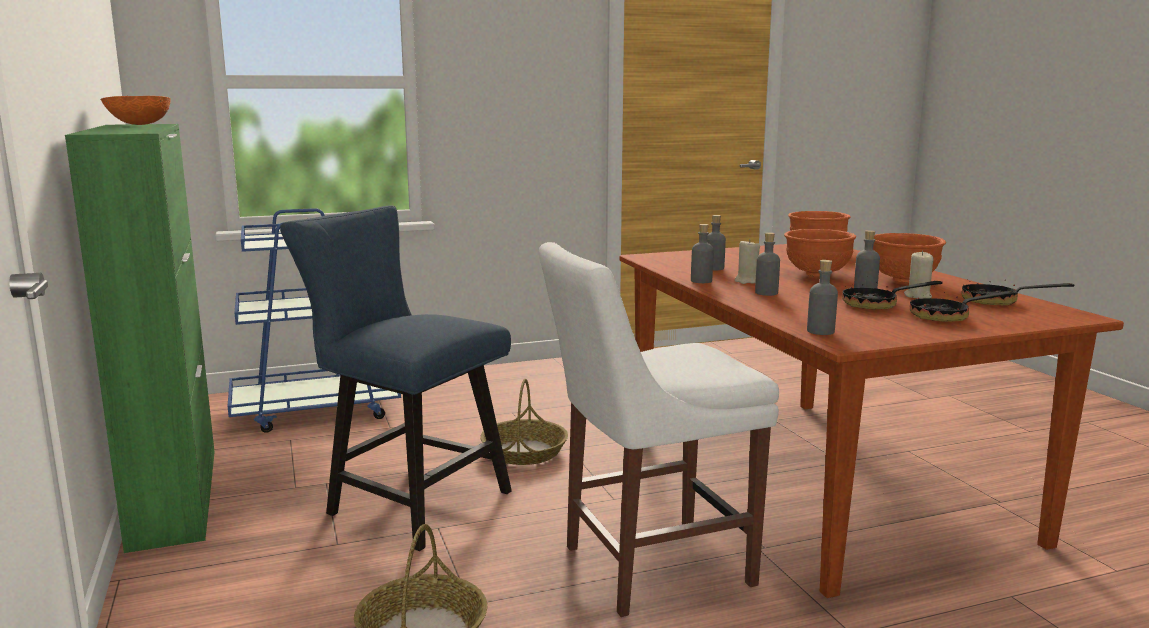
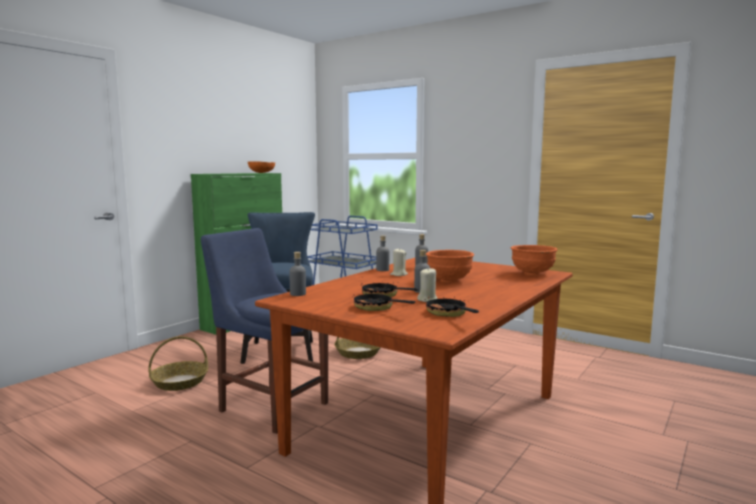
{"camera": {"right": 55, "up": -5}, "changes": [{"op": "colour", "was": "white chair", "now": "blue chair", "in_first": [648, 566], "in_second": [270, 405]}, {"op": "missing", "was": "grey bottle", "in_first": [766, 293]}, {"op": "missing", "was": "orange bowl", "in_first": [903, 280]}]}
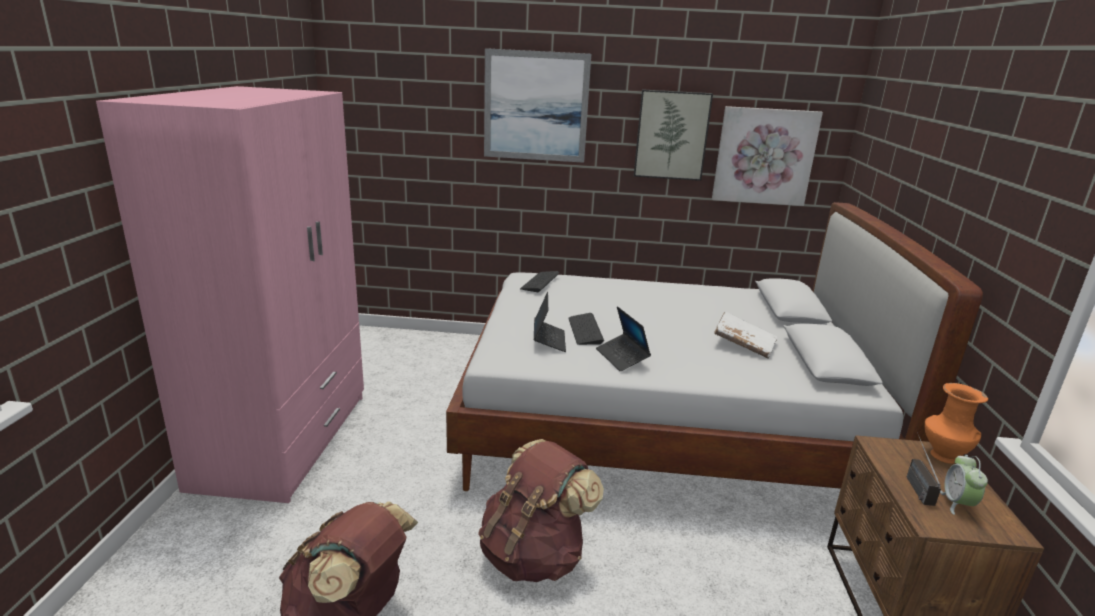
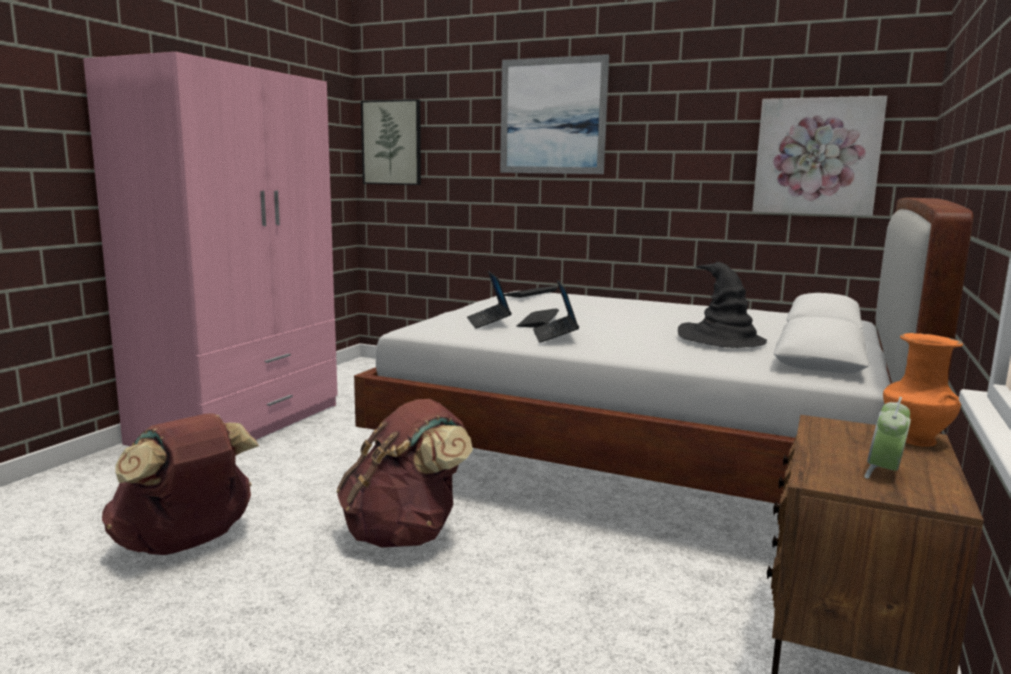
{"camera": {"right": 20, "up": -10}, "changes": [{"op": "spun", "was": "laptop", "in_first": [549, 340], "in_second": [488, 322], "clockwise": 150}, {"op": "relocated", "was": "picture", "in_first": [671, 135], "in_second": [392, 143]}, {"op": "exchanged", "was": "white book", "now": "black hat", "in_first": [743, 344], "in_second": [722, 340]}, {"op": "missing", "was": "radio", "in_first": [914, 483]}]}
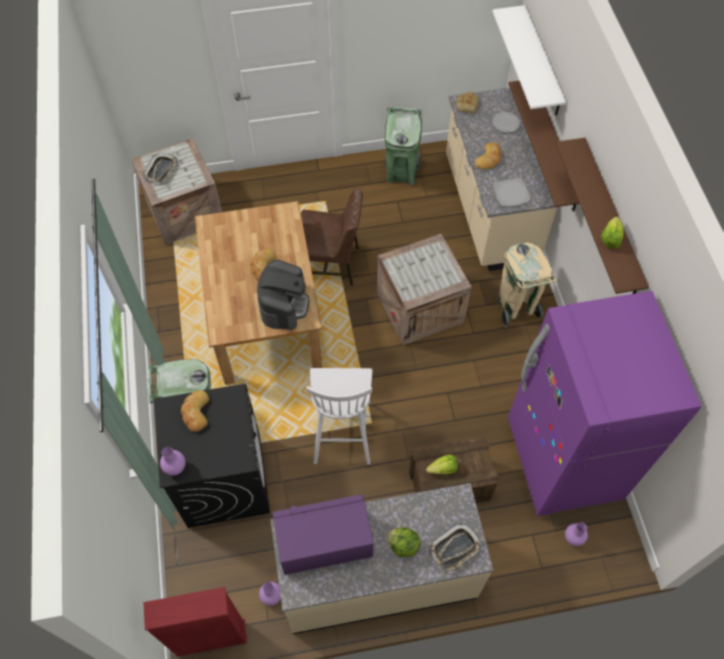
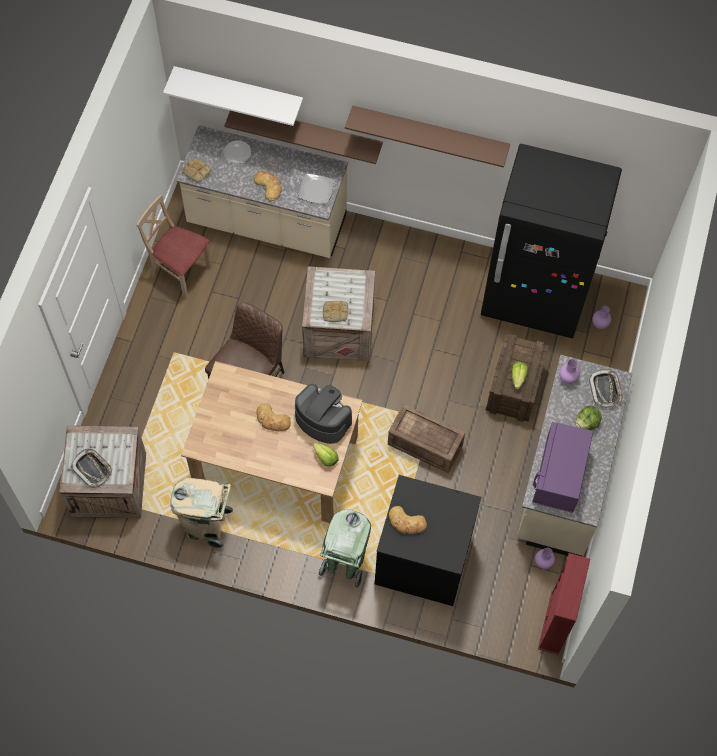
{"camera": {"right": -65, "up": 5}, "changes": [{"op": "relocated", "was": "purple vase", "in_first": [175, 467], "in_second": [567, 378]}, {"op": "exchanged", "was": "white stool", "now": "crate", "in_first": [342, 430], "in_second": [425, 446]}, {"op": "exchanged", "was": "green trash can", "now": "beige chair", "in_first": [401, 173], "in_second": [180, 272]}, {"op": "relocated", "was": "beige trash can", "in_first": [516, 306], "in_second": [207, 525]}, {"op": "colour", "was": "purple fridge", "now": "black fridge", "in_first": [562, 460], "in_second": [534, 296]}, {"op": "relocated", "was": "lettuce", "in_first": [610, 239], "in_second": [325, 458]}, {"op": "appeared", "now": "bread", "in_second": [335, 313]}]}
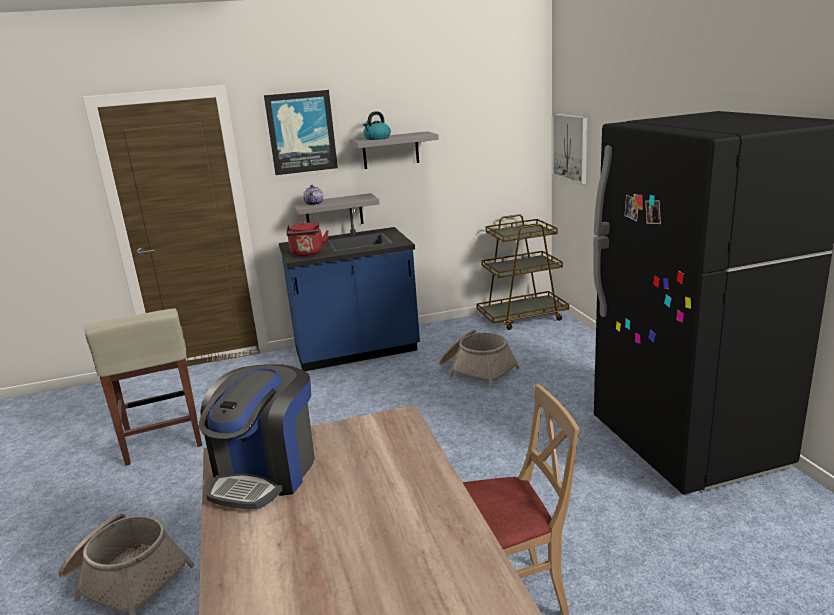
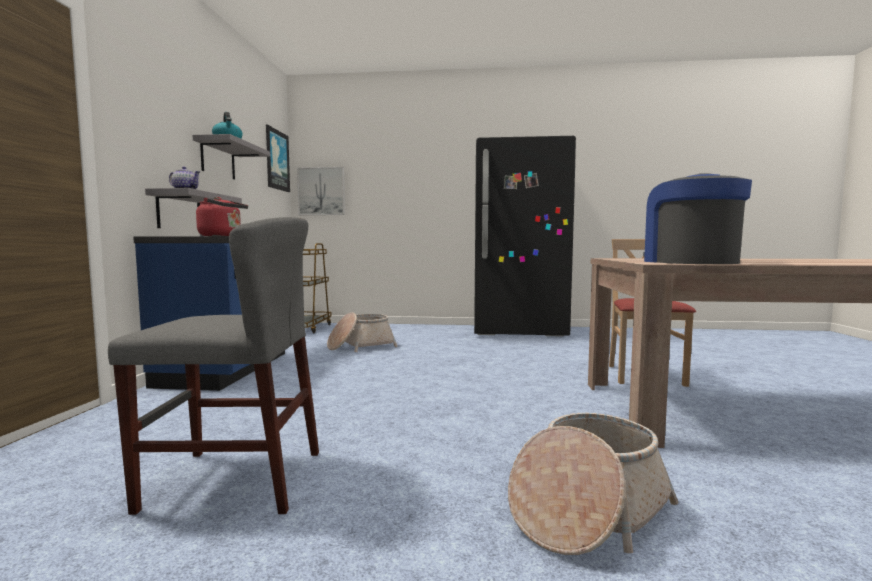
{"camera": {"right": -70, "up": -15}, "changes": [{"op": "exchanged", "was": "beige stool", "now": "grey chair", "in_first": [163, 440], "in_second": [235, 480]}, {"op": "spun", "was": "coffee machine", "in_first": [266, 473], "in_second": [689, 262], "clockwise": -135}, {"op": "relocated", "was": "picture", "in_first": [301, 132], "in_second": [277, 160]}]}
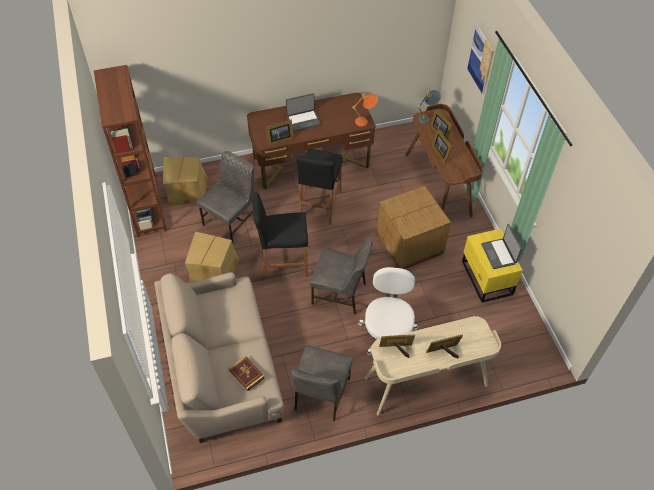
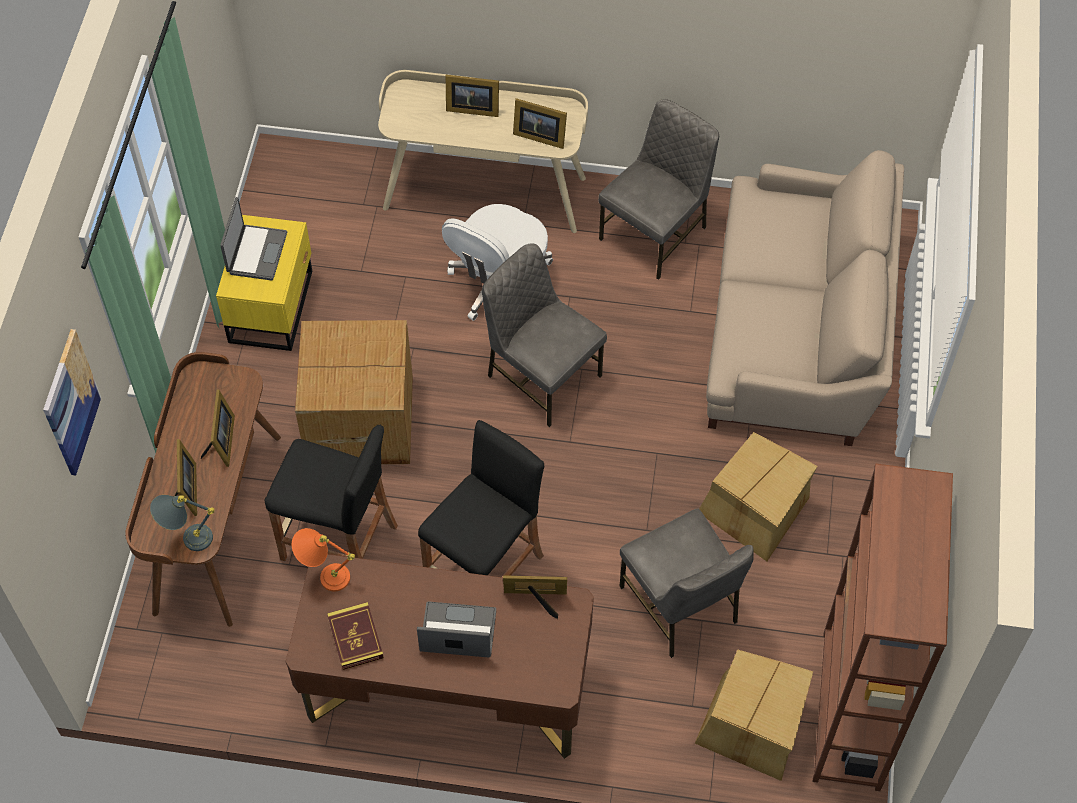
{"camera": {"right": -155, "up": 5}, "changes": [{"op": "spun", "was": "grey chair", "in_first": [232, 220], "in_second": [680, 605], "clockwise": -90}, {"op": "relocated", "was": "book", "in_first": [246, 374], "in_second": [355, 637]}, {"op": "relocated", "was": "black stool", "in_first": [283, 263], "in_second": [339, 542]}]}
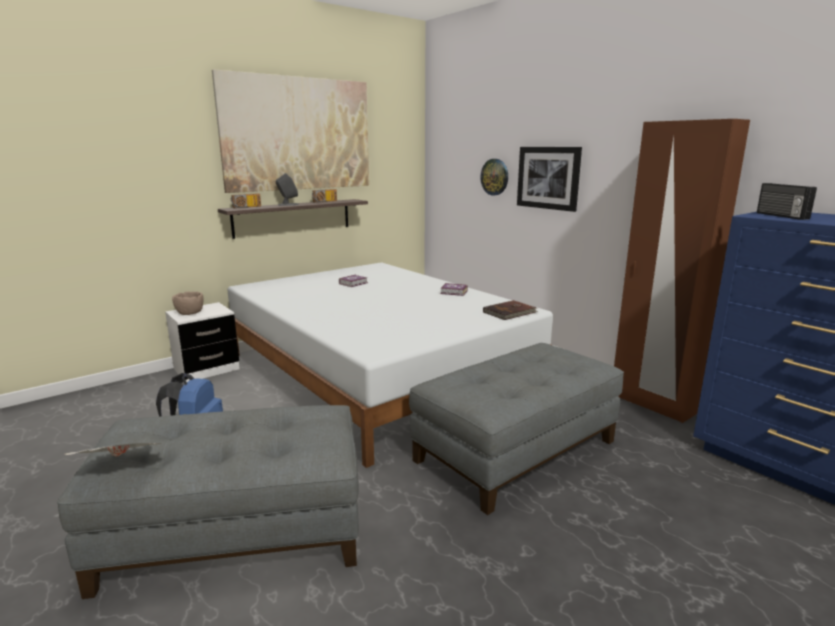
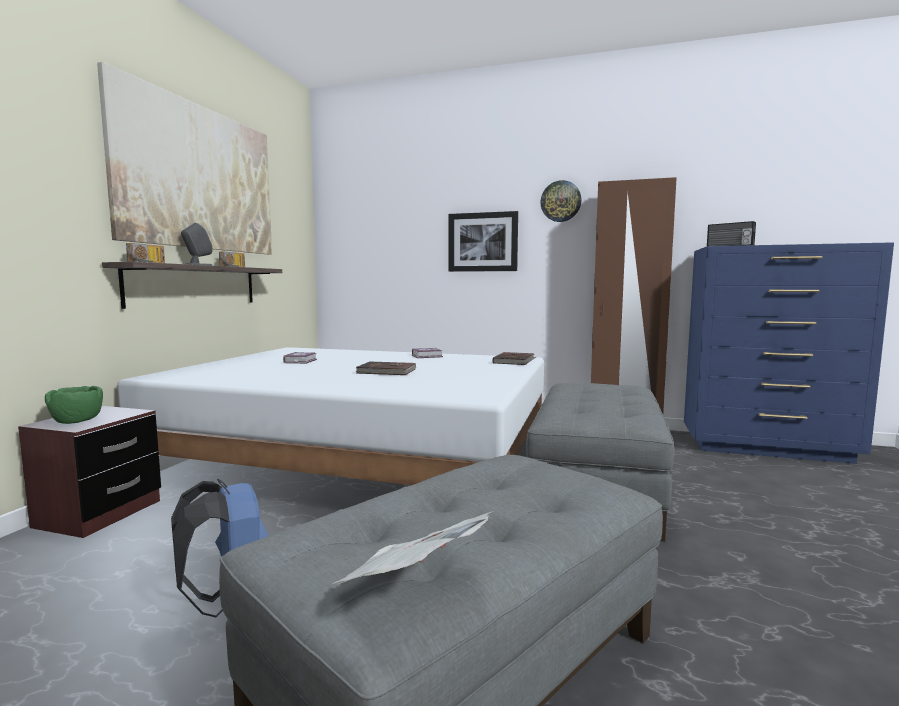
{"camera": {"right": -35, "up": -10}, "changes": [{"op": "colour", "was": "white nightstand", "now": "brown nightstand", "in_first": [206, 369], "in_second": [99, 514]}, {"op": "colour", "was": "brown bowl", "now": "green bowl", "in_first": [190, 313], "in_second": [77, 421]}, {"op": "relocated", "was": "wall clock", "in_first": [495, 177], "in_second": [560, 201]}, {"op": "appeared", "now": "brown book", "in_second": [386, 371]}]}
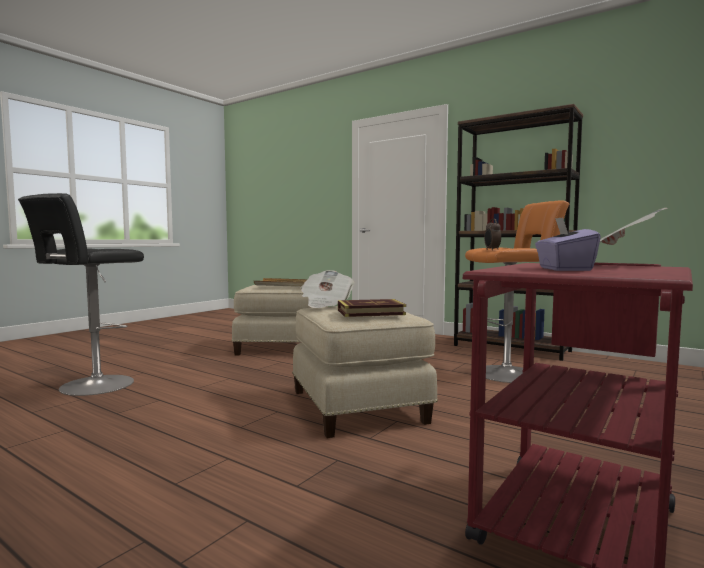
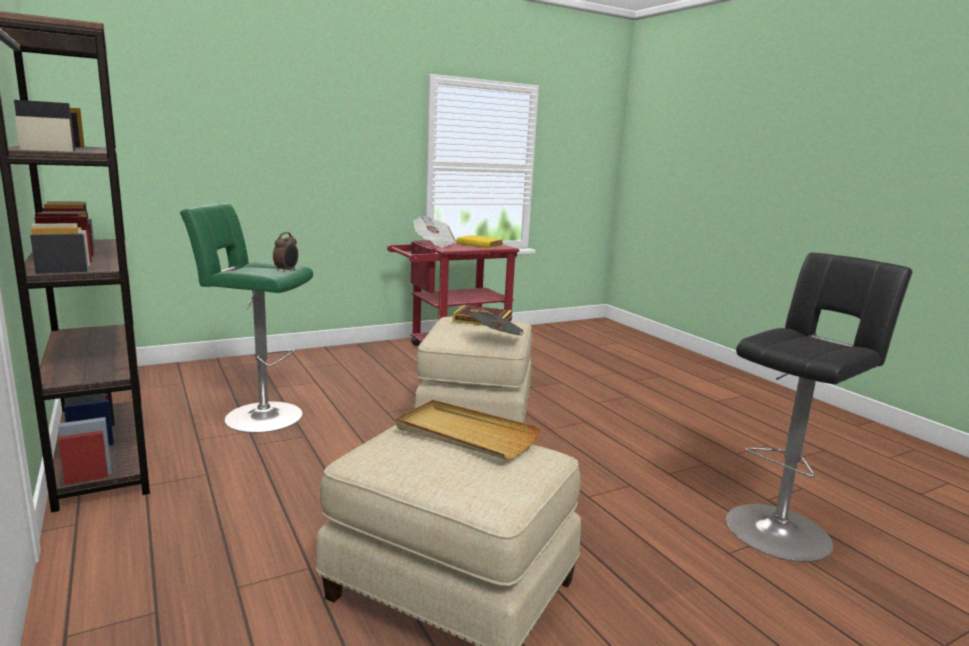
{"camera": {"right": -155, "up": 10}, "changes": [{"op": "colour", "was": "orange stool", "now": "green stool", "in_first": [510, 373], "in_second": [258, 416]}, {"op": "exchanged", "was": "purple tissue box", "now": "yellow book", "in_first": [563, 269], "in_second": [479, 244]}]}
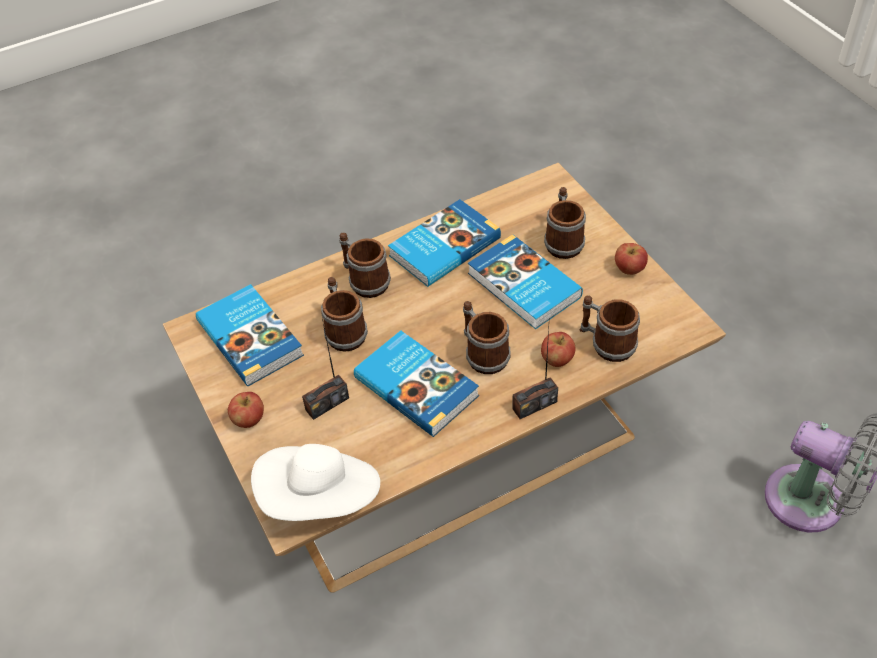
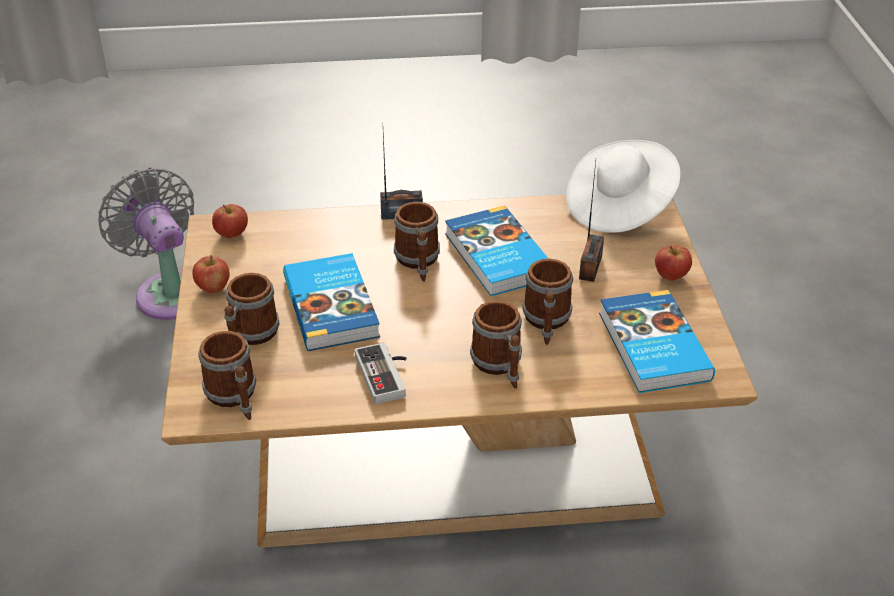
{"camera": {"right": -160, "up": -10}, "changes": [{"op": "spun", "was": "radio", "in_first": [327, 404], "in_second": [590, 267], "clockwise": 120}, {"op": "exchanged", "was": "book", "now": "game controller", "in_first": [443, 246], "in_second": [387, 375]}, {"op": "relocated", "was": "apple", "in_first": [557, 359], "in_second": [232, 234]}, {"op": "relocated", "was": "mug", "in_first": [606, 343], "in_second": [235, 398]}]}
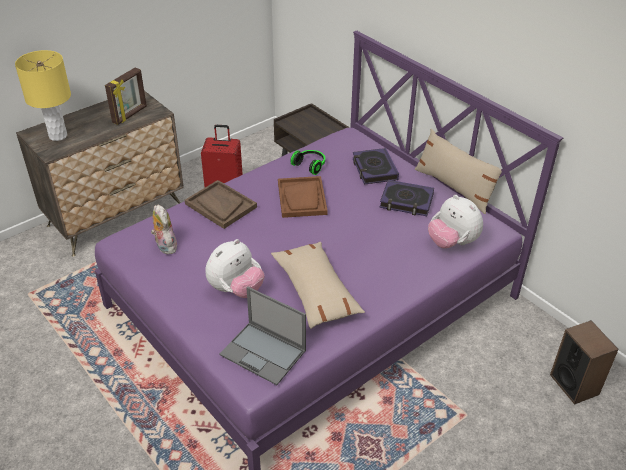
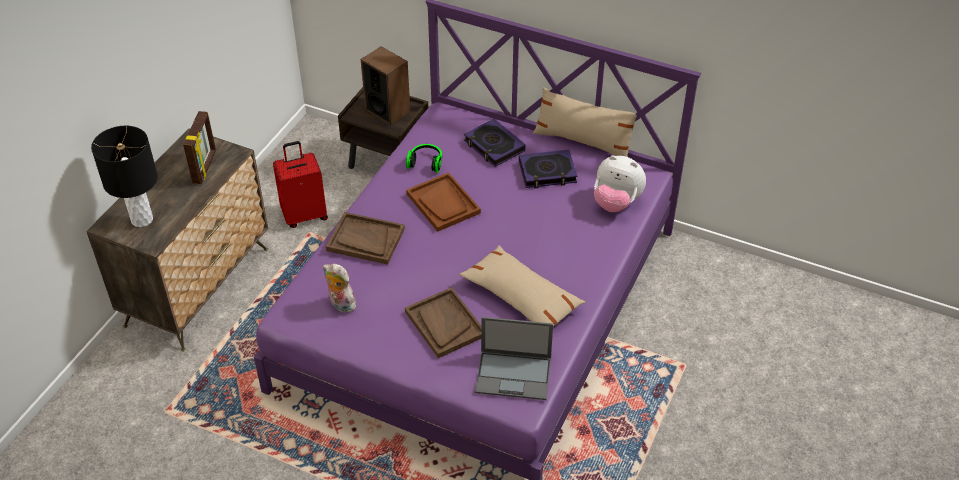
{"camera": {"right": -25, "up": 5}, "changes": [{"op": "colour", "was": "yellow table lamp", "now": "black table lamp", "in_first": [58, 136], "in_second": [142, 220]}, {"op": "exchanged", "was": "plush toy", "now": "brown tray", "in_first": [236, 290], "in_second": [444, 324]}, {"op": "relocated", "was": "speaker", "in_first": [574, 384], "in_second": [387, 111]}]}
